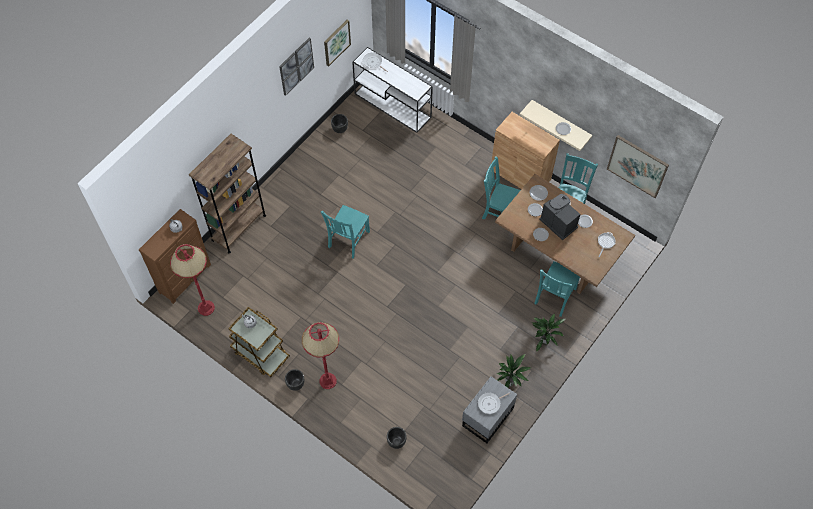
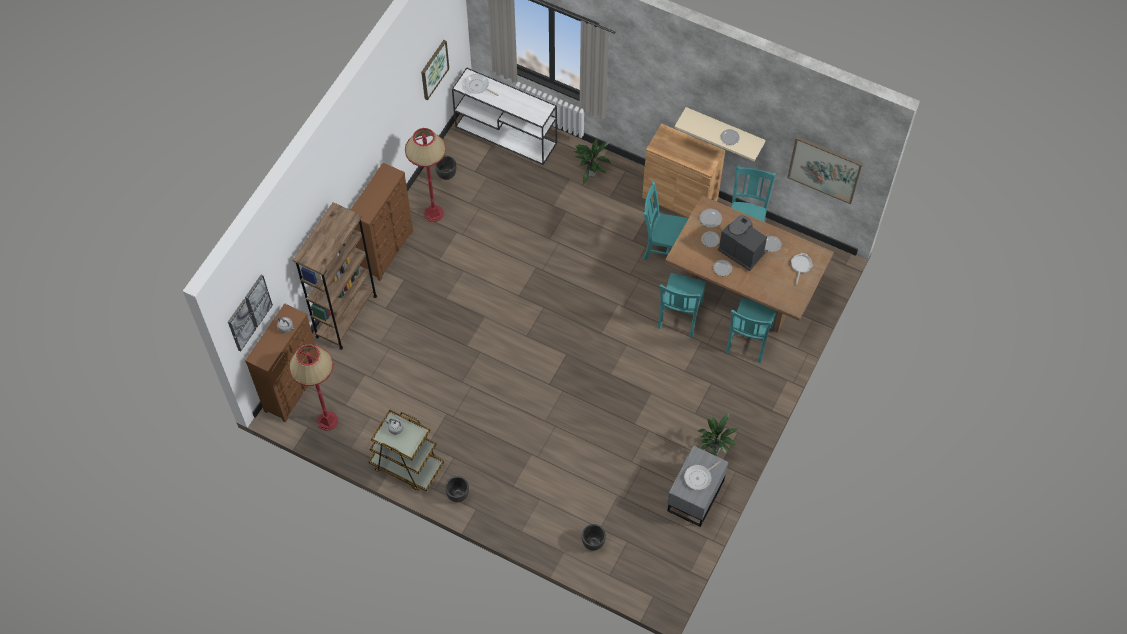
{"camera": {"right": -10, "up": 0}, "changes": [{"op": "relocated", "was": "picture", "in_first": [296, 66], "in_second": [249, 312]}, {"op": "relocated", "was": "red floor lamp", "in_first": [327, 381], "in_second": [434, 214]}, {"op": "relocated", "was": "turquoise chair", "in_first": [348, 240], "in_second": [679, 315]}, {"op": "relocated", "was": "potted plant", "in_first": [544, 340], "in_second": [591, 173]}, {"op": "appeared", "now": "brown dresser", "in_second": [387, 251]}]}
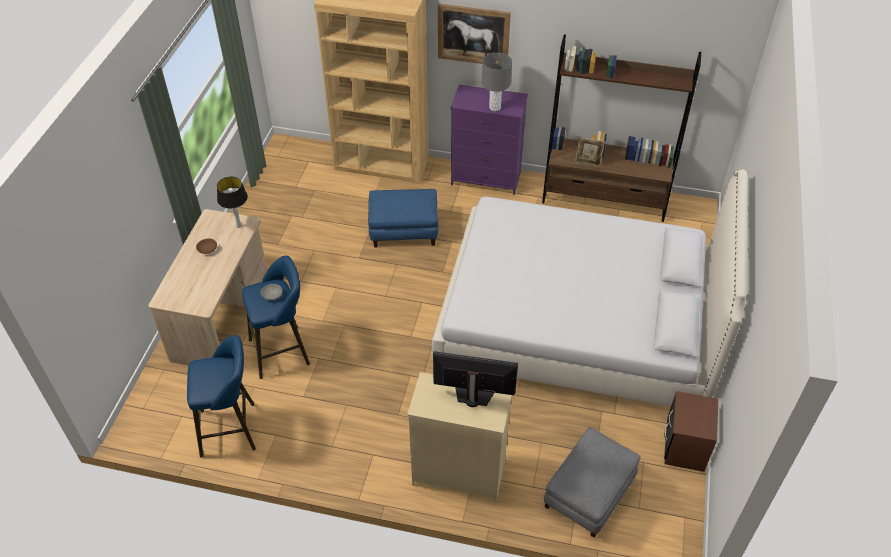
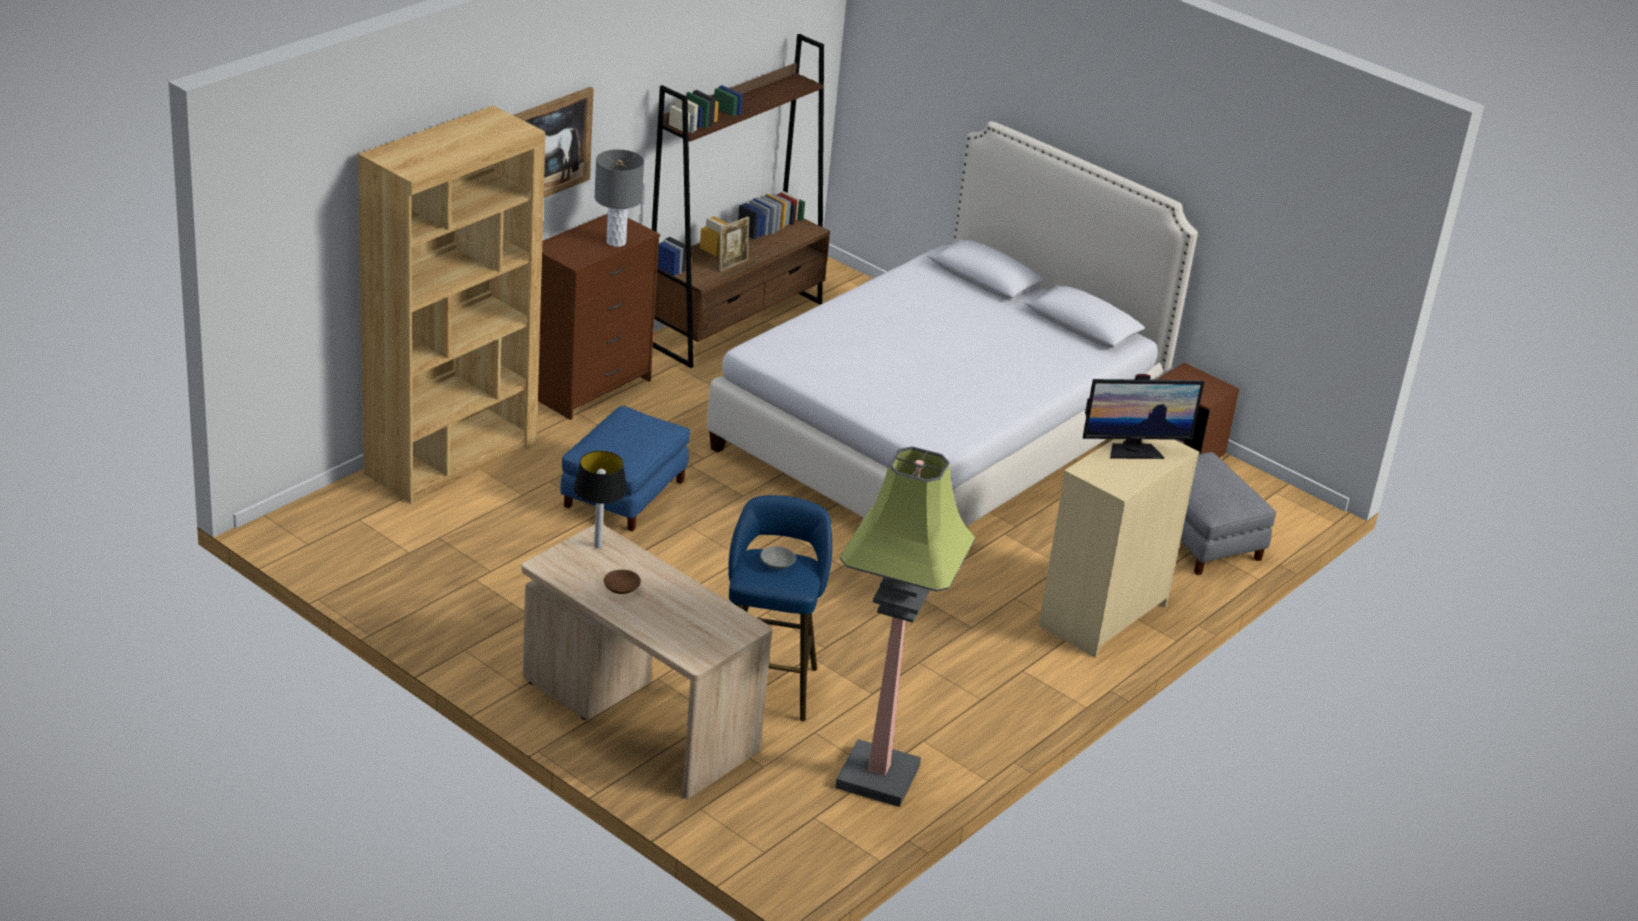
{"camera": {"right": -65, "up": -15}, "changes": [{"op": "exchanged", "was": "blue stool", "now": "floor lamp", "in_first": [232, 429], "in_second": [879, 776]}, {"op": "spun", "was": "monitor", "in_first": [473, 397], "in_second": [1133, 450], "clockwise": -135}, {"op": "colour", "was": "purple dresser", "now": "brown dresser", "in_first": [486, 178], "in_second": [589, 388]}]}
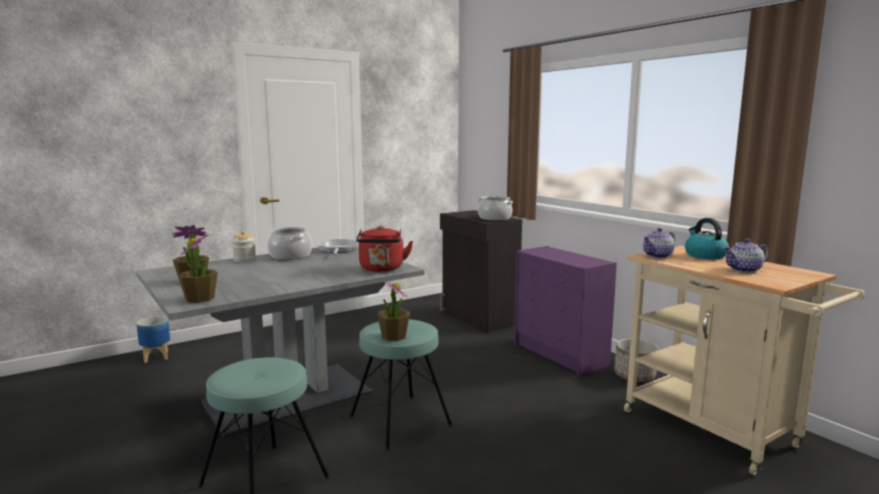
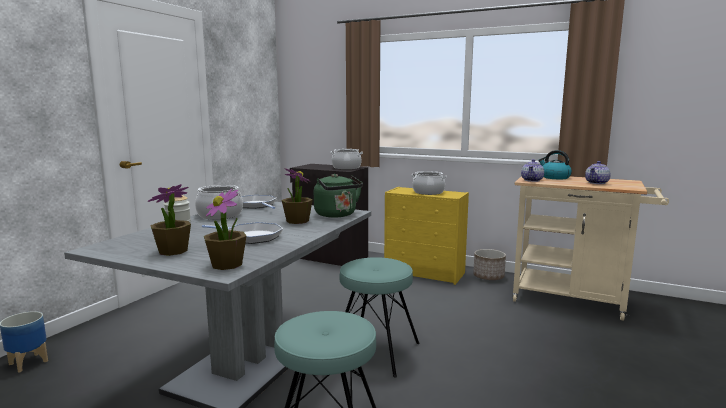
{"camera": {"right": -30, "up": 0}, "changes": [{"op": "colour", "was": "red kettle", "now": "green kettle", "in_first": [382, 269], "in_second": [337, 215]}, {"op": "relocated", "was": "potted plant", "in_first": [394, 336], "in_second": [297, 221]}, {"op": "colour", "was": "purple dresser", "now": "yellow dresser", "in_first": [560, 355], "in_second": [425, 273]}, {"op": "appeared", "now": "frying pan", "in_second": [250, 237]}, {"op": "appeared", "now": "cooking pot", "in_second": [428, 192]}]}
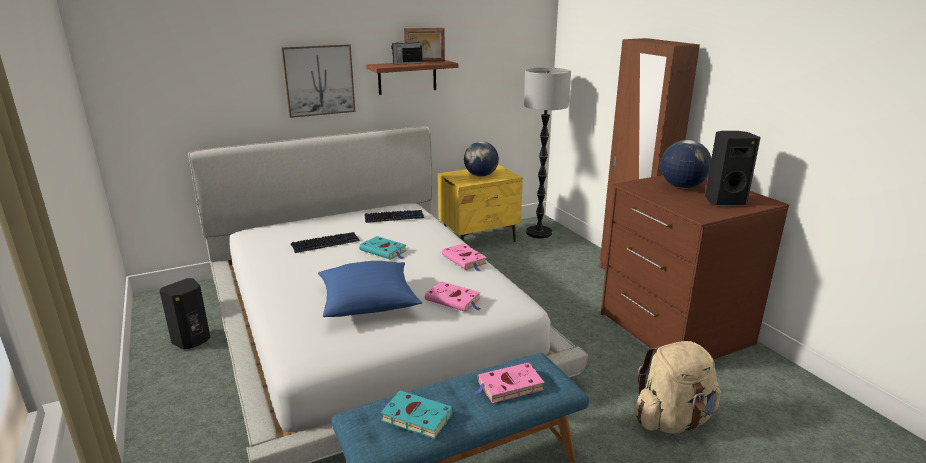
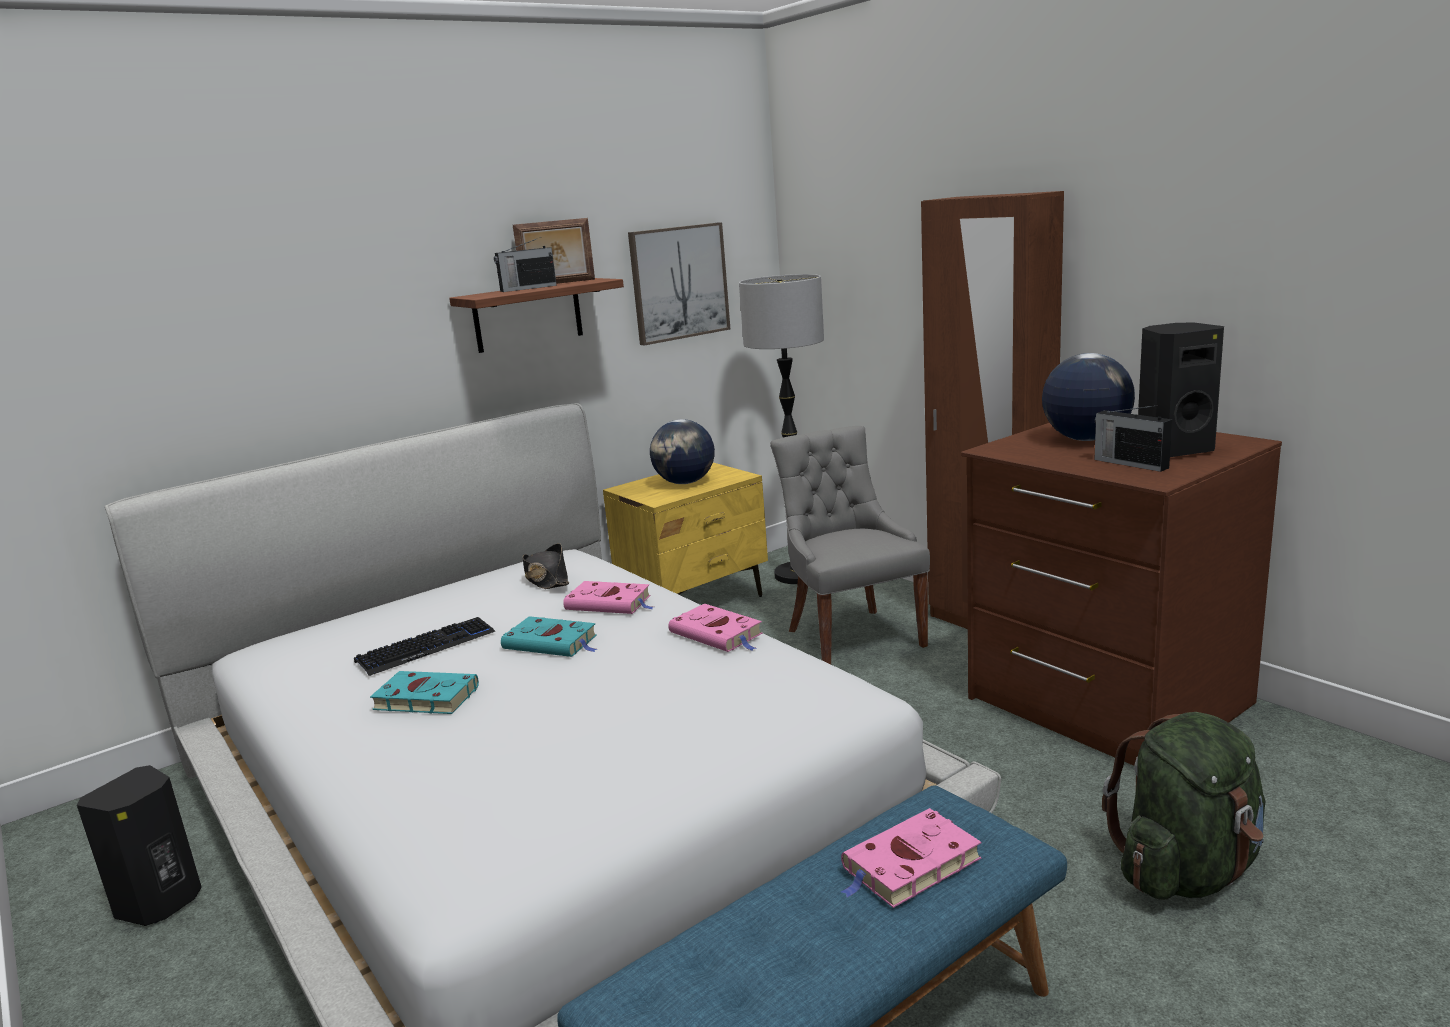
{"camera": {"right": -10, "up": -5}, "changes": [{"op": "relocated", "was": "picture", "in_first": [319, 80], "in_second": [679, 282]}, {"op": "missing", "was": "blue pillow", "in_first": [368, 302]}, {"op": "exchanged", "was": "keyboard", "now": "black hat", "in_first": [394, 217], "in_second": [546, 579]}, {"op": "relocated", "was": "turquoise book", "in_first": [415, 417], "in_second": [423, 698]}, {"op": "relocated", "was": "pink book", "in_first": [454, 300], "in_second": [610, 603]}, {"op": "colour", "was": "beige backpack", "now": "green backpack", "in_first": [672, 420], "in_second": [1186, 871]}, {"op": "appeared", "now": "grey chair", "in_second": [852, 637]}, {"op": "appeared", "now": "radio", "in_second": [1129, 463]}]}
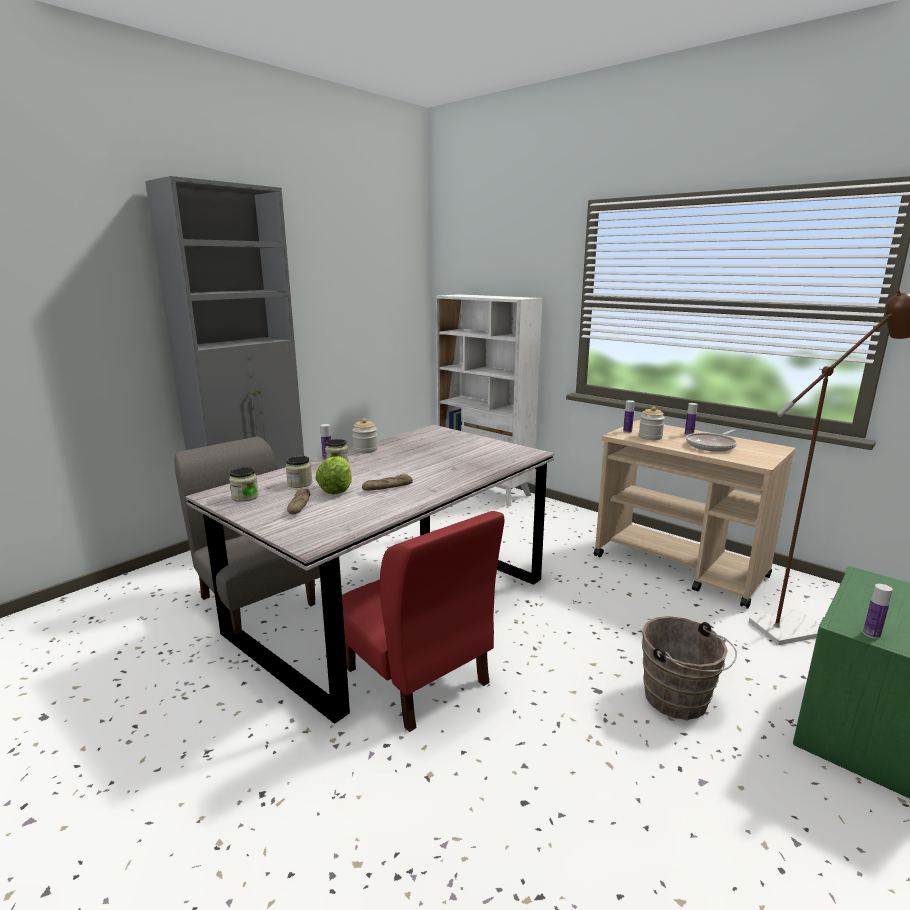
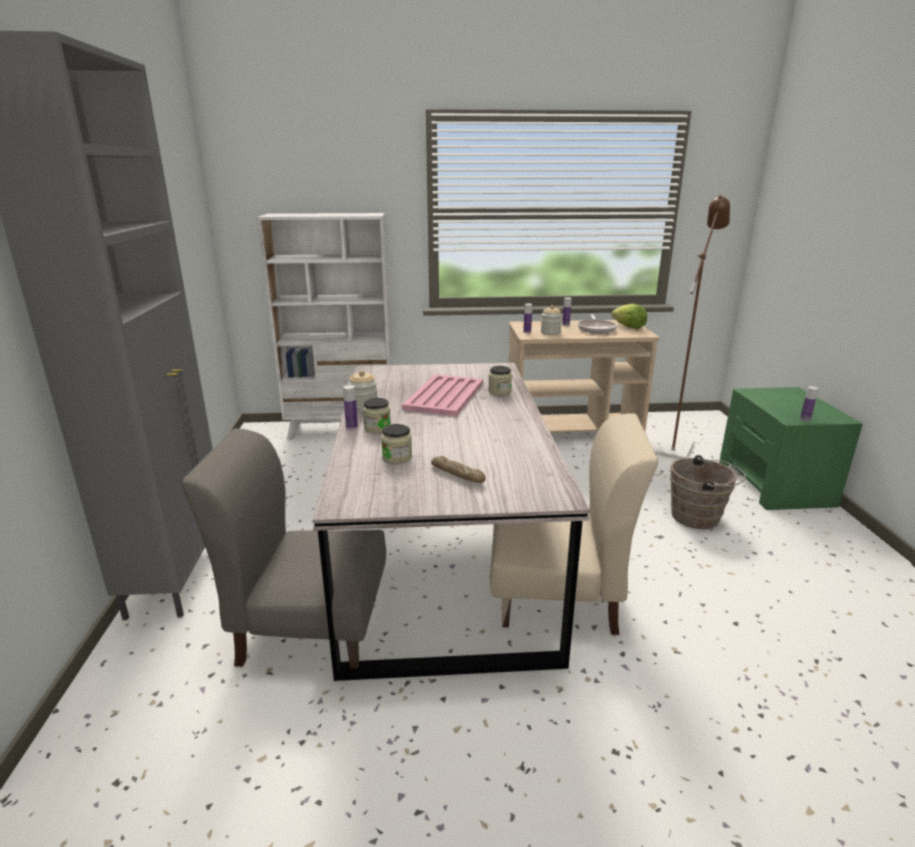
{"camera": {"right": -45, "up": 5}, "changes": [{"op": "relocated", "was": "jar", "in_first": [245, 497], "in_second": [499, 392]}, {"op": "relocated", "was": "lettuce", "in_first": [337, 489], "in_second": [628, 327]}, {"op": "colour", "was": "red chair", "now": "beige chair", "in_first": [416, 676], "in_second": [557, 597]}, {"op": "missing", "was": "bread", "in_first": [388, 487]}, {"op": "appeared", "now": "pink tray", "in_second": [444, 396]}]}
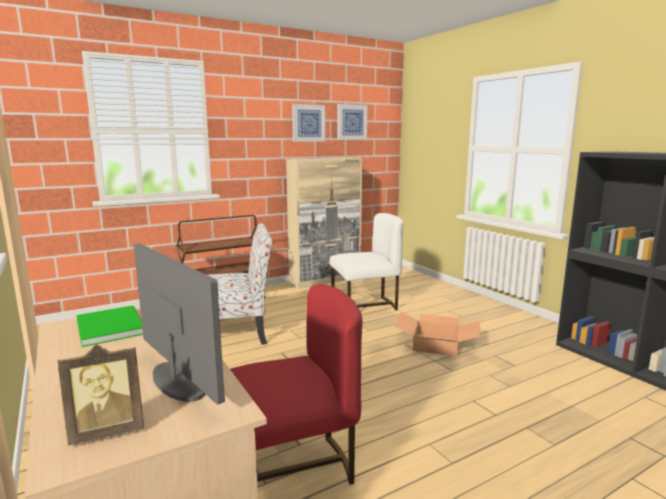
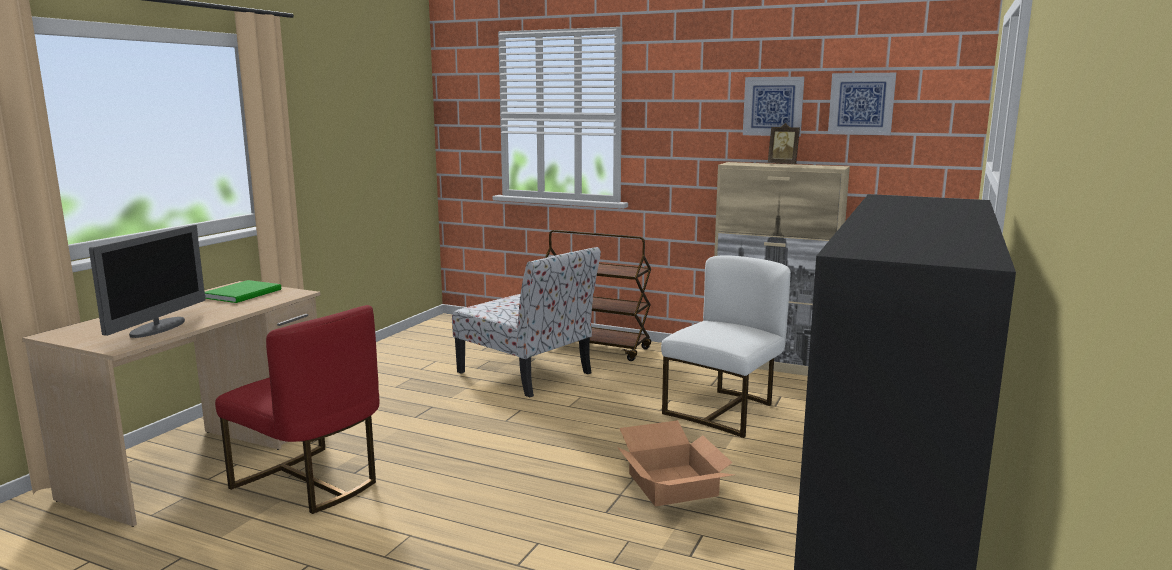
{"camera": {"right": 55, "up": 0}, "changes": [{"op": "relocated", "was": "picture frame", "in_first": [108, 431], "in_second": [783, 164]}, {"op": "spun", "was": "white chair", "in_first": [365, 306], "in_second": [724, 411], "clockwise": -90}]}
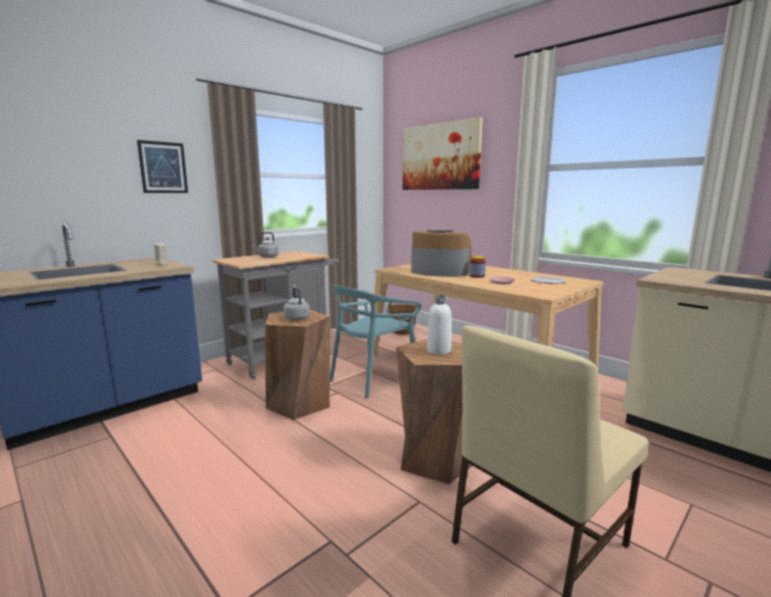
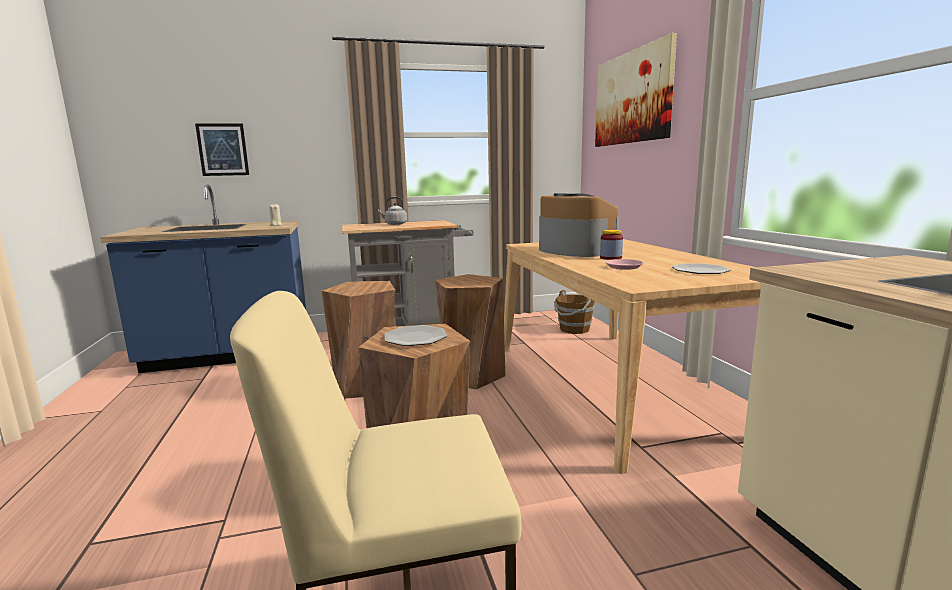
{"camera": {"right": 30, "up": 0}, "changes": [{"op": "relocated", "was": "picture", "in_first": [163, 167], "in_second": [223, 149]}, {"op": "missing", "was": "grey kettle", "in_first": [296, 318]}, {"op": "exchanged", "was": "turquoise chair", "now": "brown stool", "in_first": [372, 379], "in_second": [470, 375]}, {"op": "exchanged", "was": "white bottle", "now": "plate", "in_first": [438, 350], "in_second": [415, 337]}]}
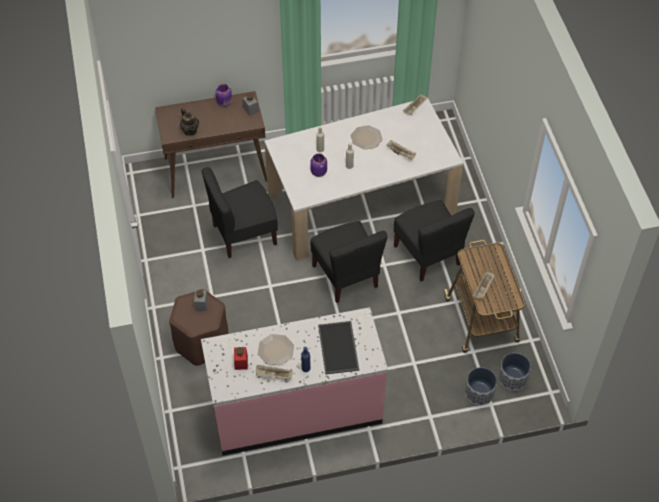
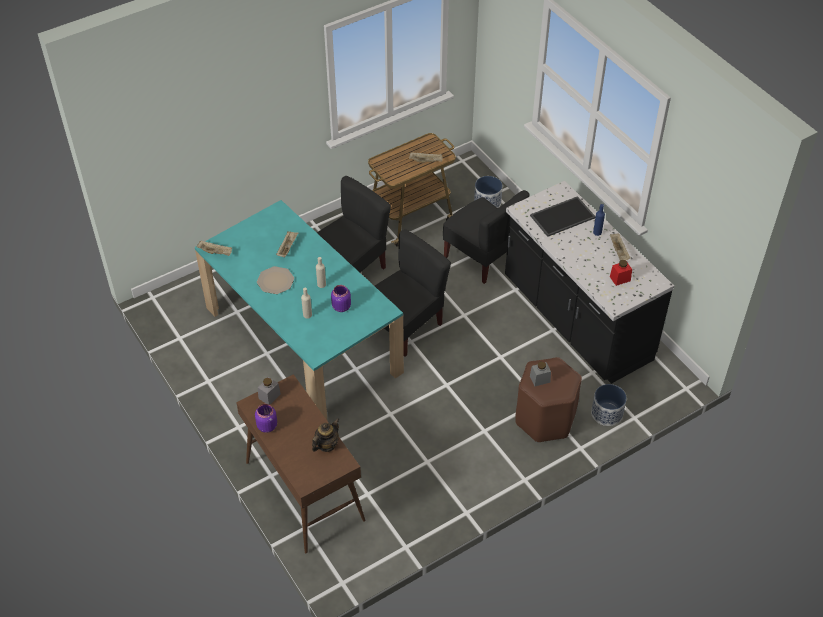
{"camera": {"right": -110, "up": -5}, "changes": [{"op": "relocated", "was": "black chair", "in_first": [244, 234], "in_second": [481, 258]}, {"op": "colour", "was": "pink counter", "now": "black counter", "in_first": [296, 409], "in_second": [575, 321]}, {"op": "missing", "was": "plate", "in_first": [275, 350]}, {"op": "colour", "was": "white dining table", "now": "turquoise dining table", "in_first": [361, 203], "in_second": [303, 339]}, {"op": "relocated", "was": "planter", "in_first": [513, 378], "in_second": [607, 413]}]}
